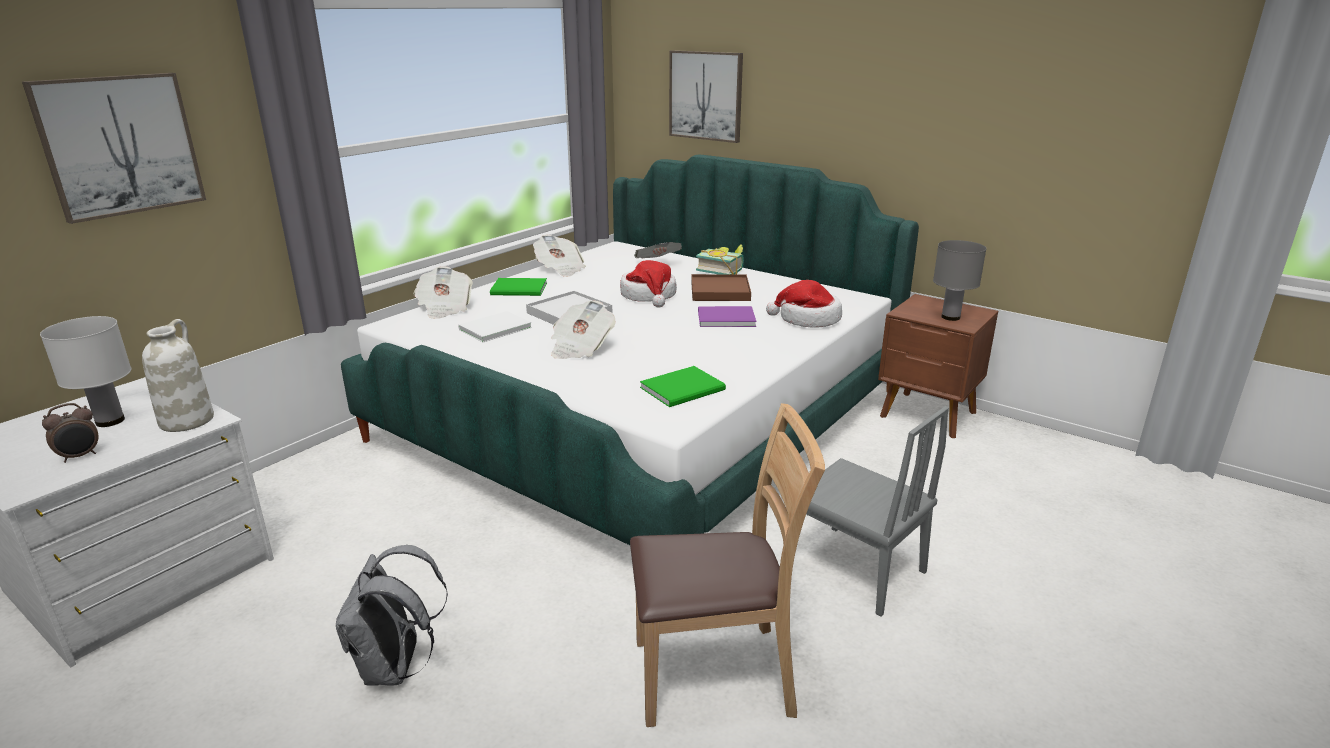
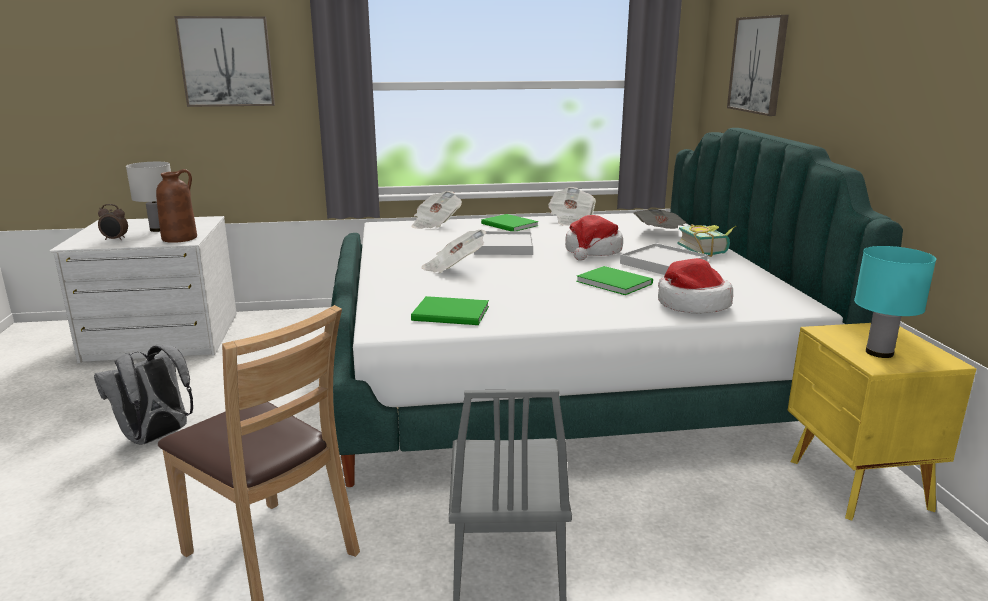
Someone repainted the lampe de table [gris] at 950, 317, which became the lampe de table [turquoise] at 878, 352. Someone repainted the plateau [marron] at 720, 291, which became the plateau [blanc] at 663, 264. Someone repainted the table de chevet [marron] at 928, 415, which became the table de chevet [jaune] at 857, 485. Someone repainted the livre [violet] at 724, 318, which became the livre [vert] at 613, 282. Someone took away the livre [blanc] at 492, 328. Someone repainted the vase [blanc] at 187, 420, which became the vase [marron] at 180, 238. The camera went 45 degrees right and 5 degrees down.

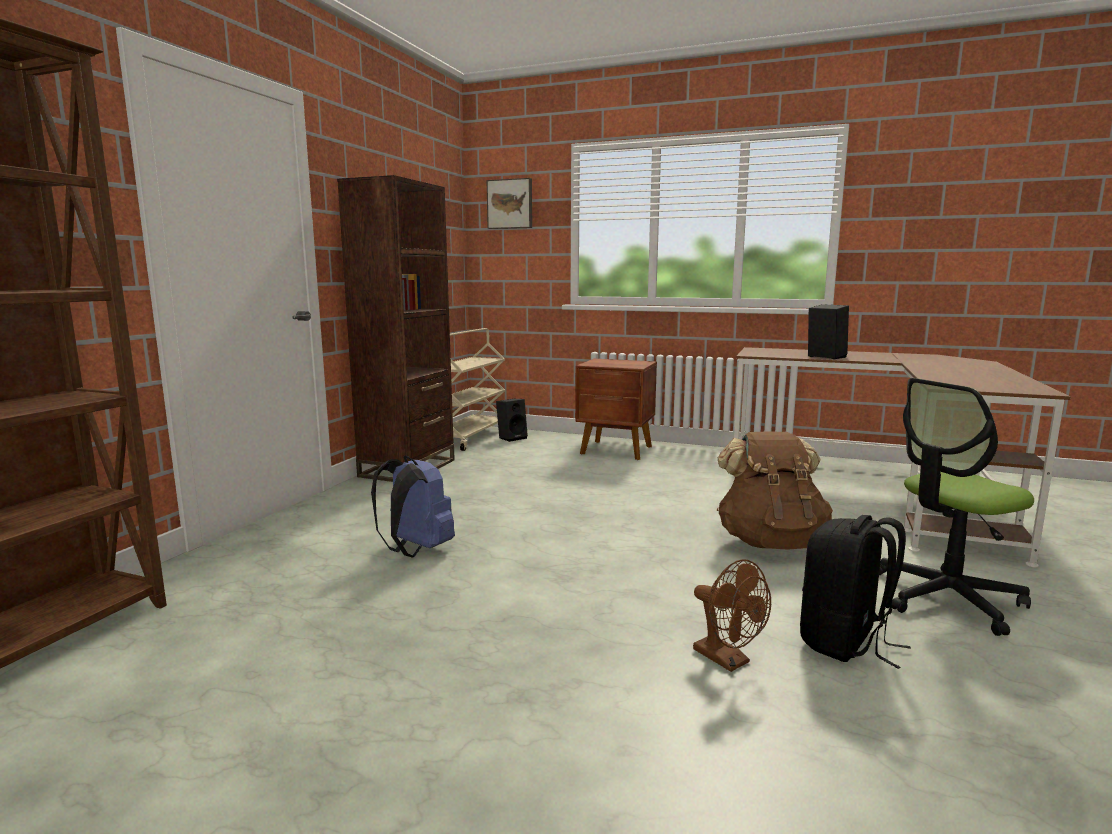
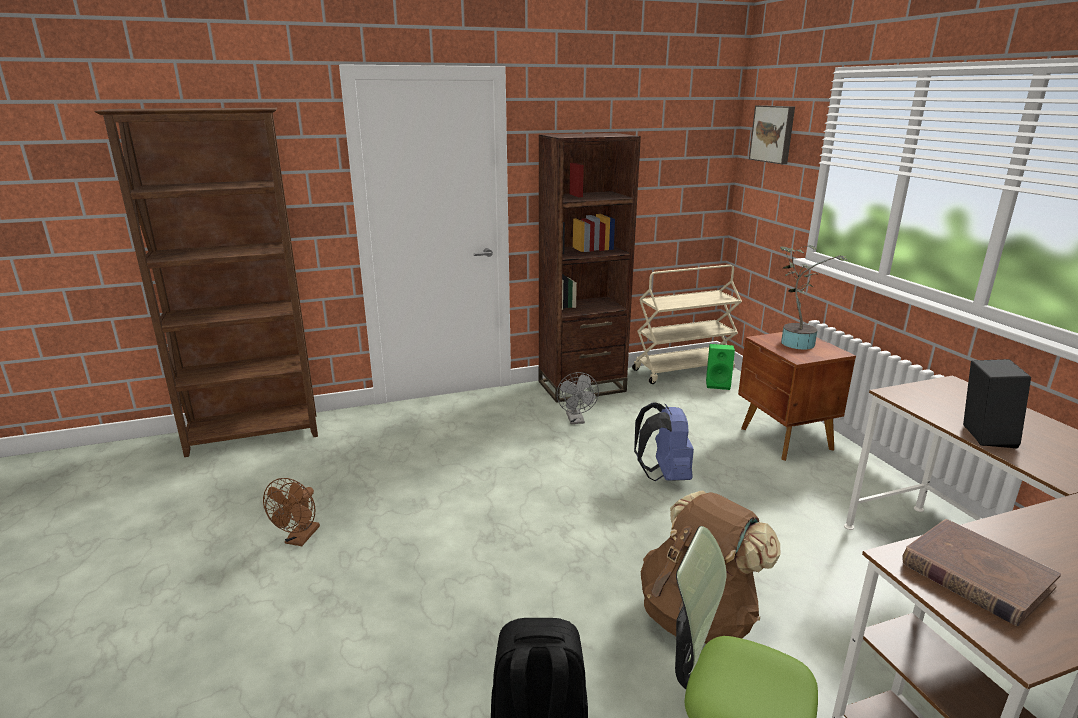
Someone repainted the enceinte [noir] at 512, 438, which became the enceinte [vert] at 718, 384. Someone carried the sac à dos [bleu] from 415, 550 to 664, 475. Someone carried the ventilateur [marron] from 728, 660 to 300, 539. Someone put down the plante en pot at 795, 342. Someone put down the ventilateur [gris] at 576, 420. Someone put down the livre [marron] at 975, 575. The camera went 50 degrees right and 10 degrees up.

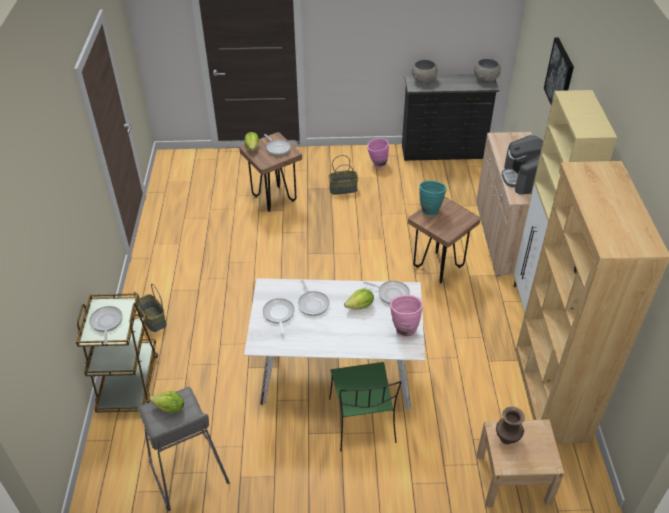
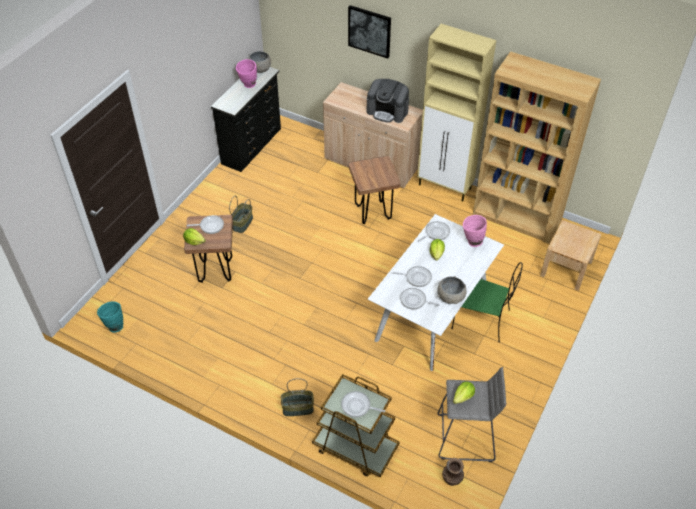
Someone carried the bol [gris] from 423, 80 to 450, 297. Someone carried the vase [rose] from 377, 165 to 248, 86. Someone carried the vase [turquoise] from 430, 210 to 114, 326. Someone carried the vase [marron] from 507, 439 to 452, 480. The camera went 60 degrees left and 5 degrees up.

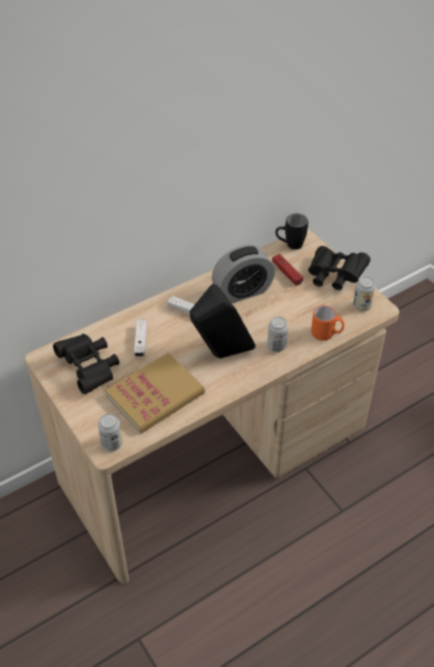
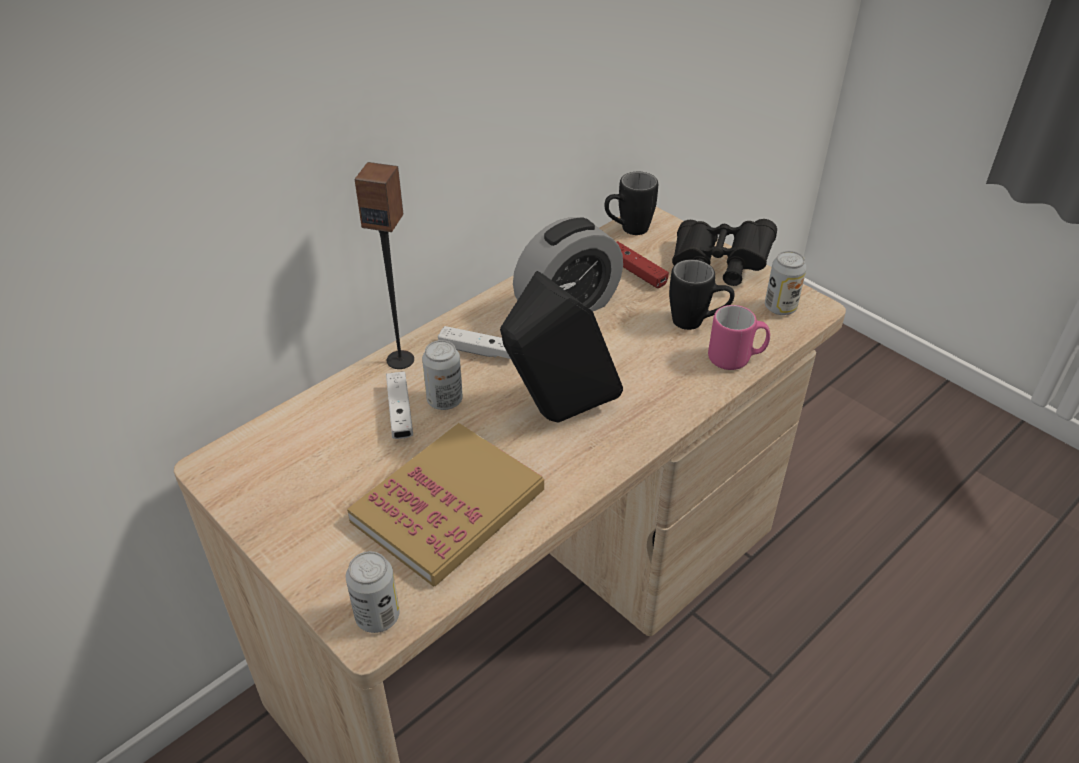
Someone repainted the mug [orange] at 326, 334, which became the mug [rose] at 736, 359. Someone carried the boîte métallique from 276, 346 to 444, 400. Someone took away the jumelles [noir] at 90, 369. Someone put down the enceinte at 400, 359. Someone put down the mug [noir] at 697, 323. The camera went 10 degrees left and 5 degrees down.

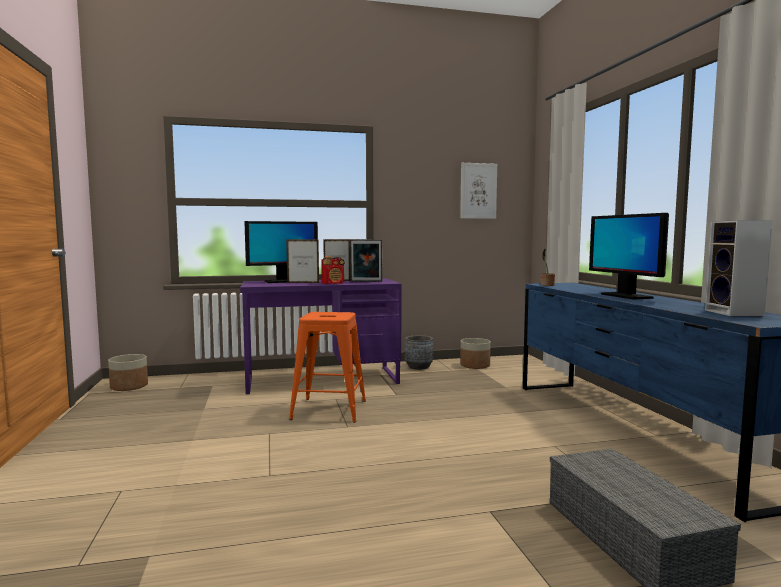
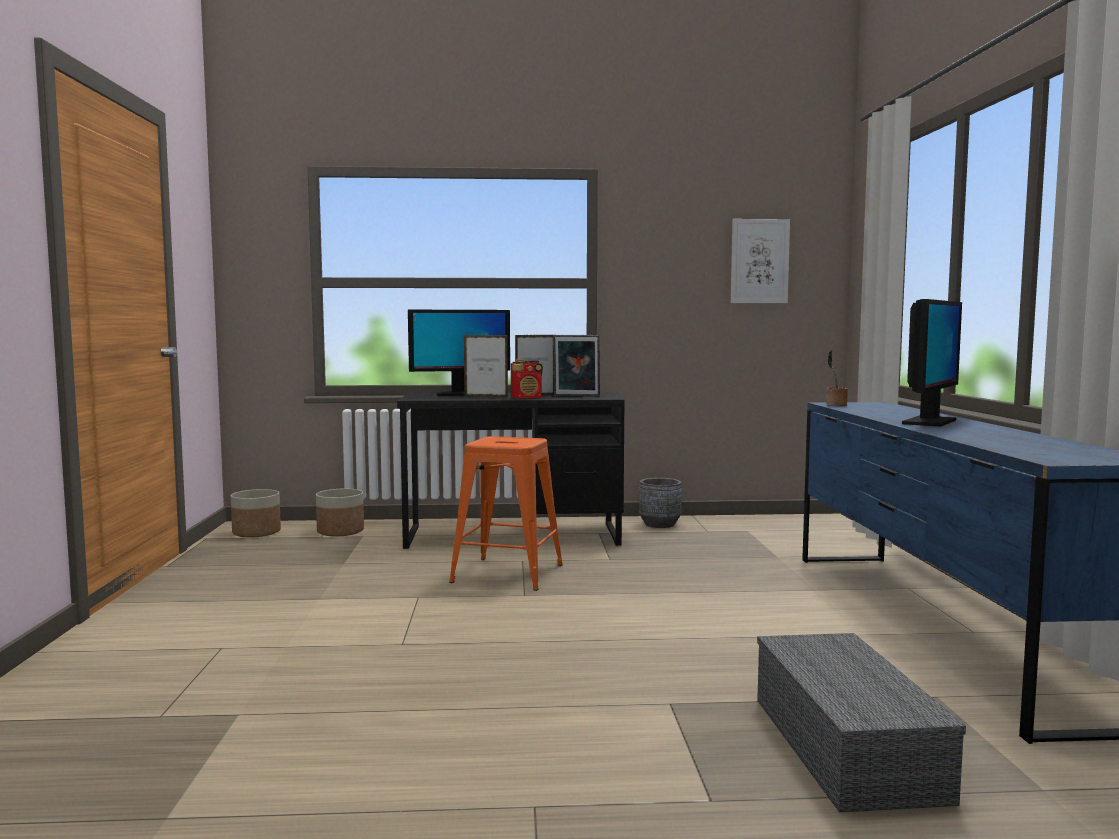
Someone rotated the écran d'ordinateur at 625, 296 by 135 degrees counterclockwise. Someone took away the enceinte at 736, 313. Someone repainted the bureau [violet] at 322, 380, which became the bureau [noir] at 513, 535. Someone carried the cache-pot from 475, 365 to 341, 531. The camera went 10 degrees right and 0 degrees up.

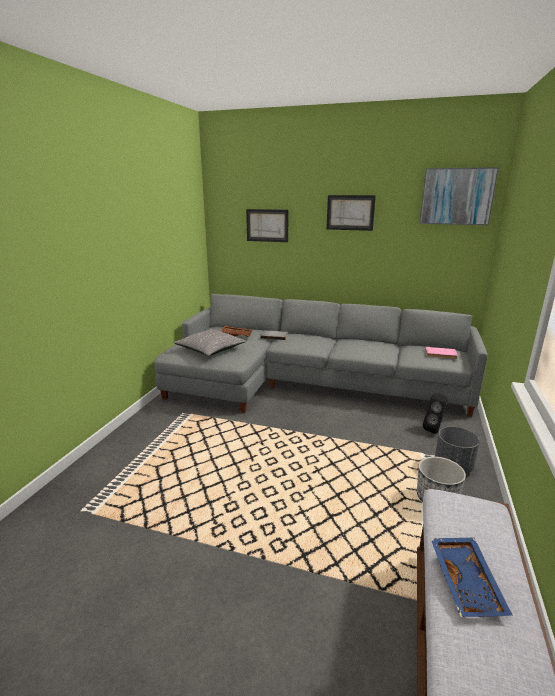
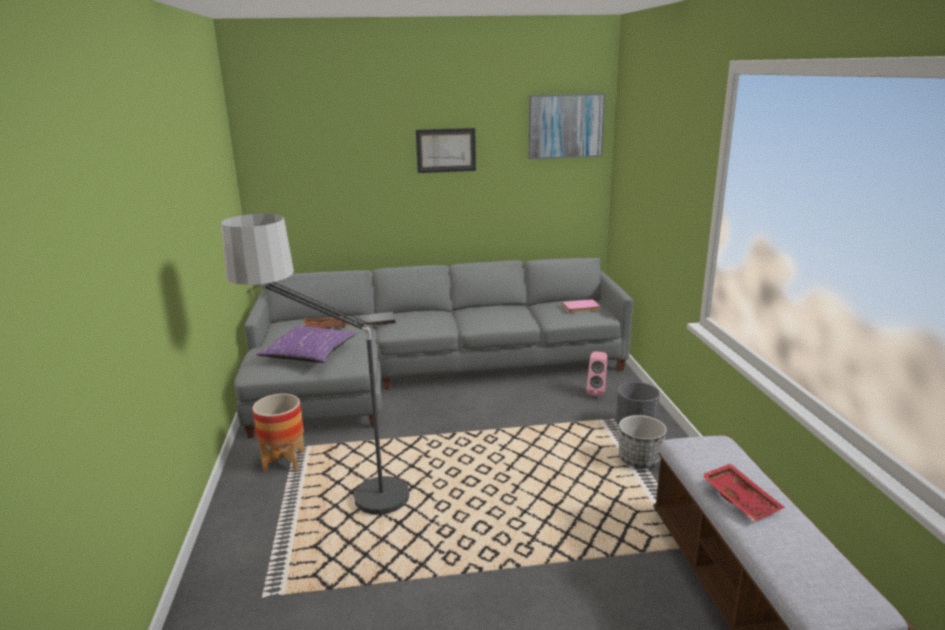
Someone took away the tableau at 267, 225. Someone repainted the coussin [gris] at 210, 349, which became the coussin [violet] at 309, 353. Someone repainted the enceinte [noir] at 434, 429, which became the enceinte [rose] at 597, 392. Someone repainted the plateau [bleu] at 467, 582, which became the plateau [rouge] at 741, 499. Someone put down the lampadaire at 337, 499. Someone put down the cache-pot at 284, 461. The camera went 25 degrees left and 0 degrees up.

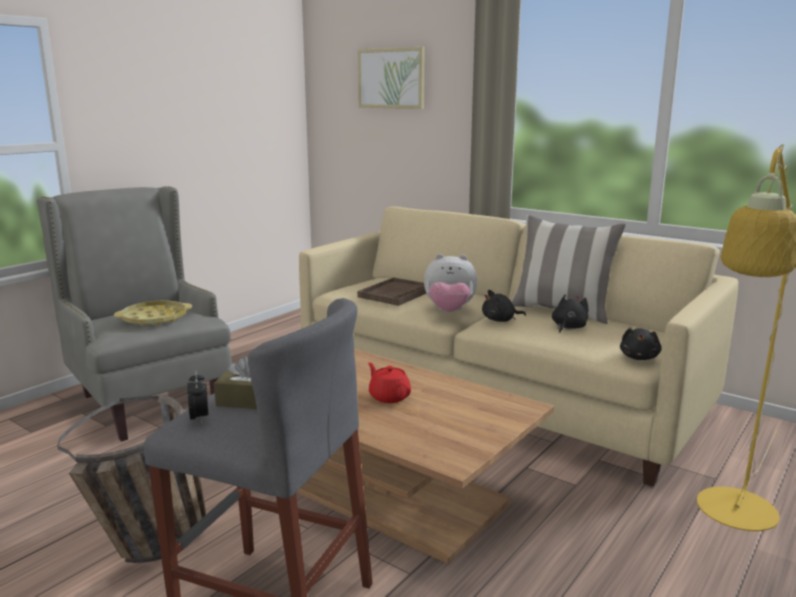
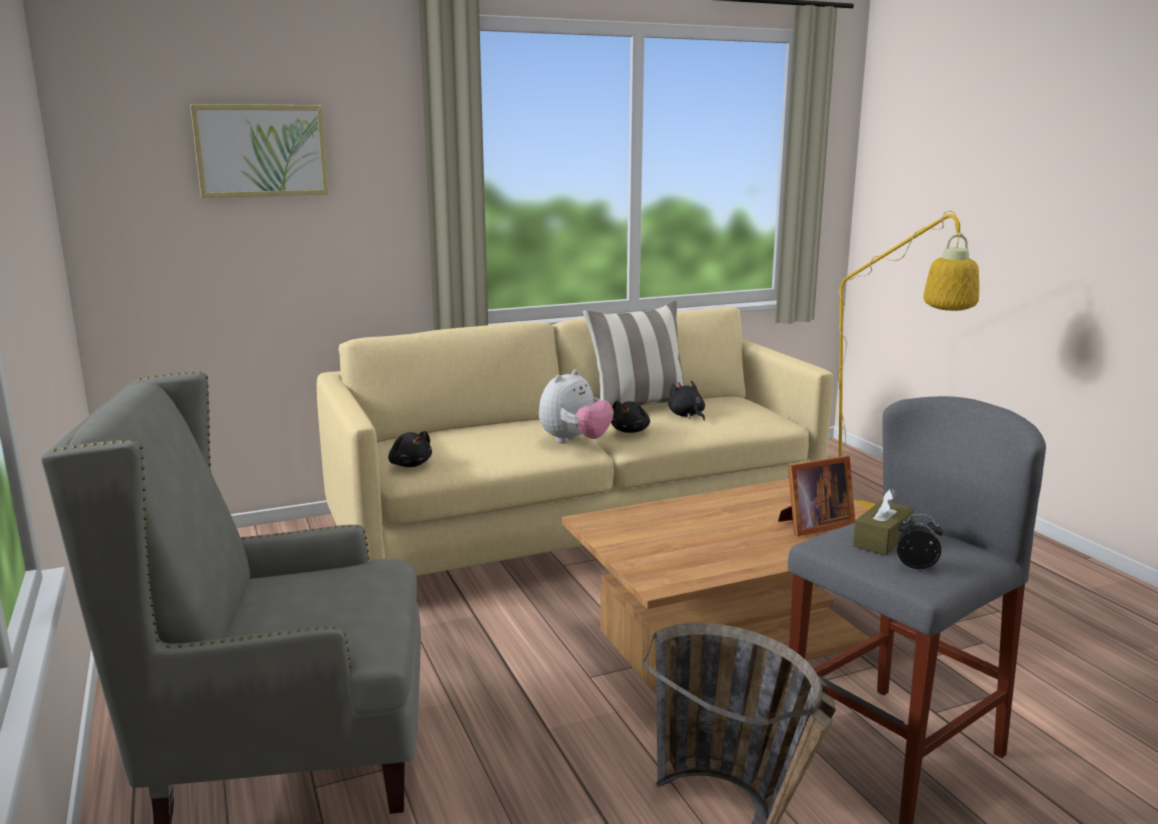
Someone took away the plateau [marron] at 395, 293. Someone took away the plateau [jaune] at 154, 318. Someone carried the peluche [noir] from 639, 357 to 410, 464. Someone took away the théière [rouge] at 389, 396. Someone put down the cadre photo at 813, 525. The camera went 60 degrees left and 0 degrees up.

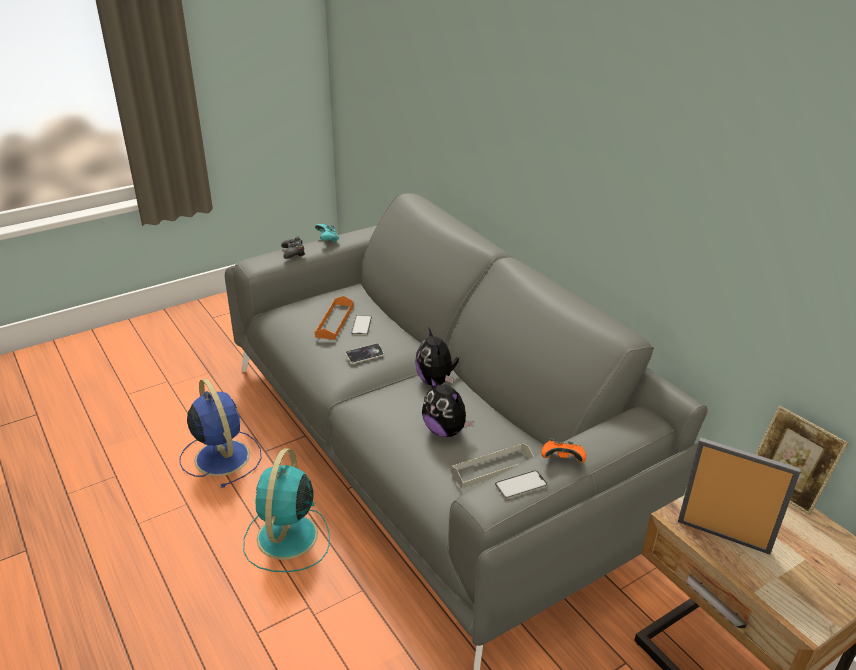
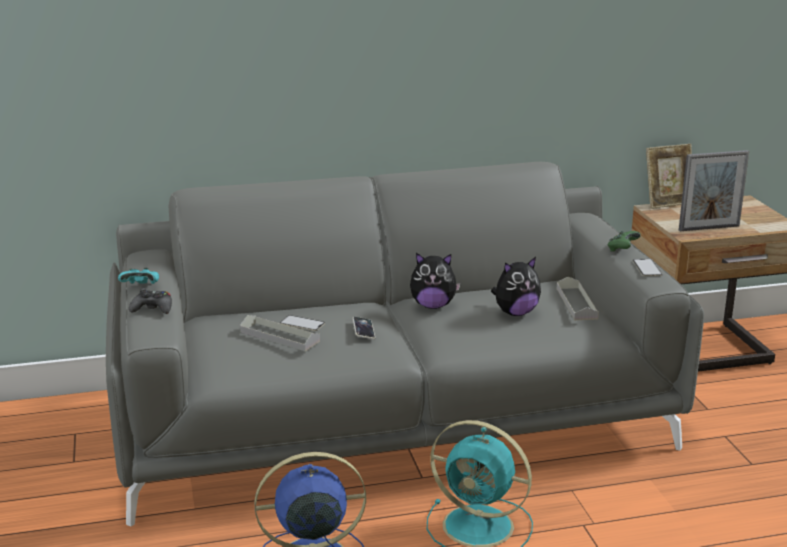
Someone repainted the plateau [orange] at 334, 321, which became the plateau [gris] at 279, 336. Someone rotated the cadre photo at 723, 536 by 150 degrees counterclockwise. Someone repainted the manette [orange] at 562, 459, which became the manette [vert] at 622, 249. The camera went 70 degrees left and 10 degrees down.

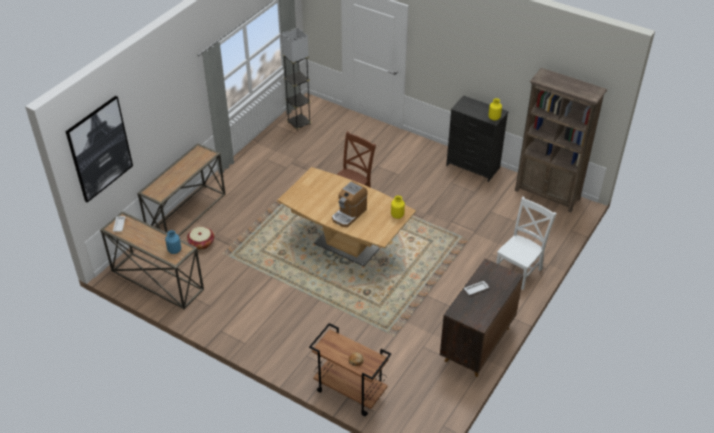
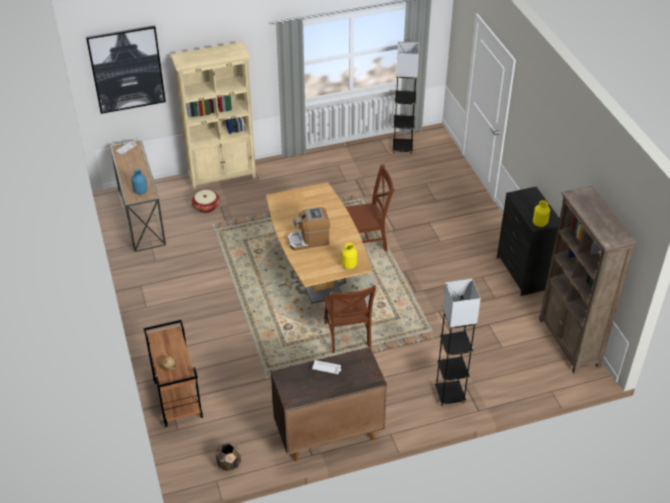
Someone swapped the table console at 186, 213 for the bibliothèque [beige] at 222, 176. Someone swapped the chaise [blanc] at 519, 270 for the lampadaire [gris] at 449, 395. Someone put down the chaise [marron] at 347, 336. Someone put down the cache-pot [marron] at 228, 463. The camera went 40 degrees right and 0 degrees up.

